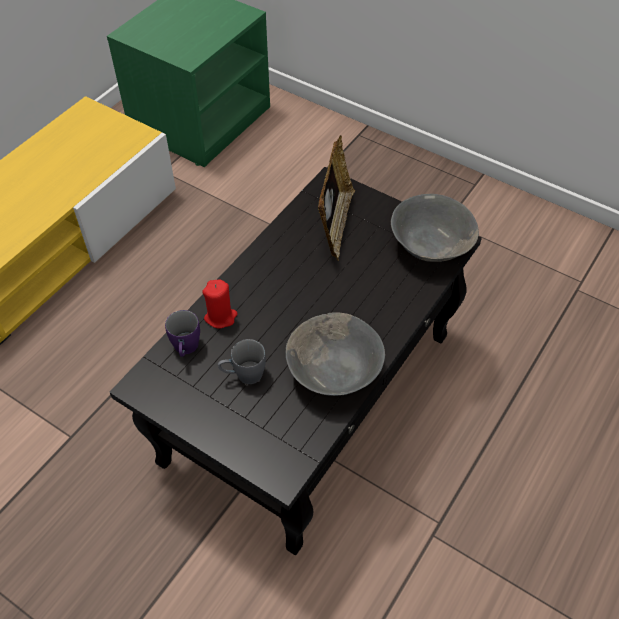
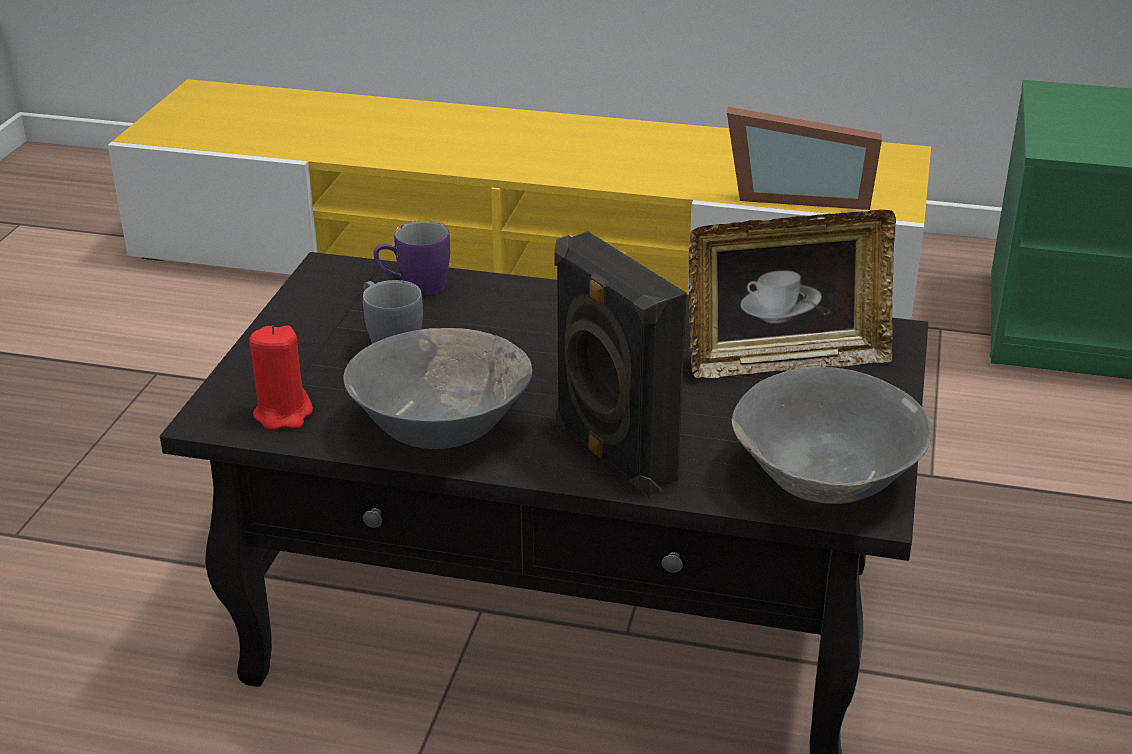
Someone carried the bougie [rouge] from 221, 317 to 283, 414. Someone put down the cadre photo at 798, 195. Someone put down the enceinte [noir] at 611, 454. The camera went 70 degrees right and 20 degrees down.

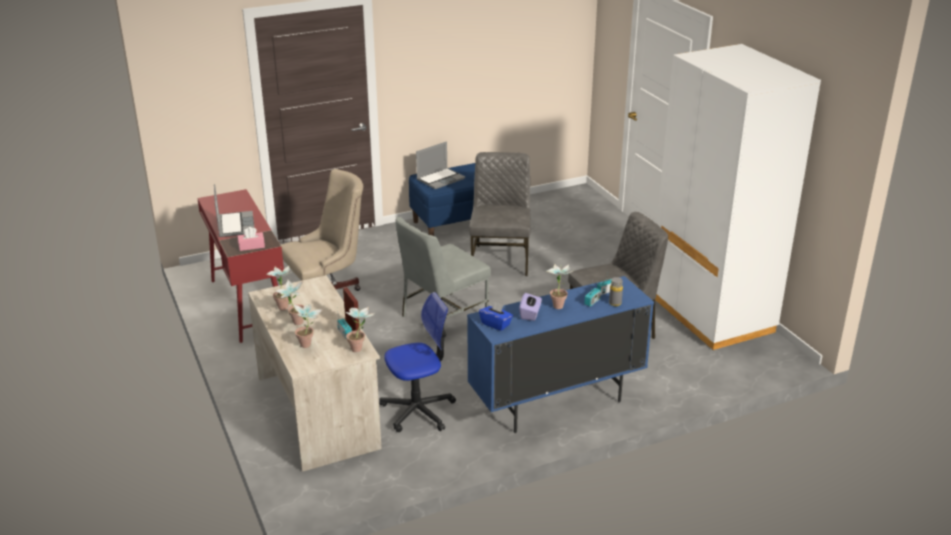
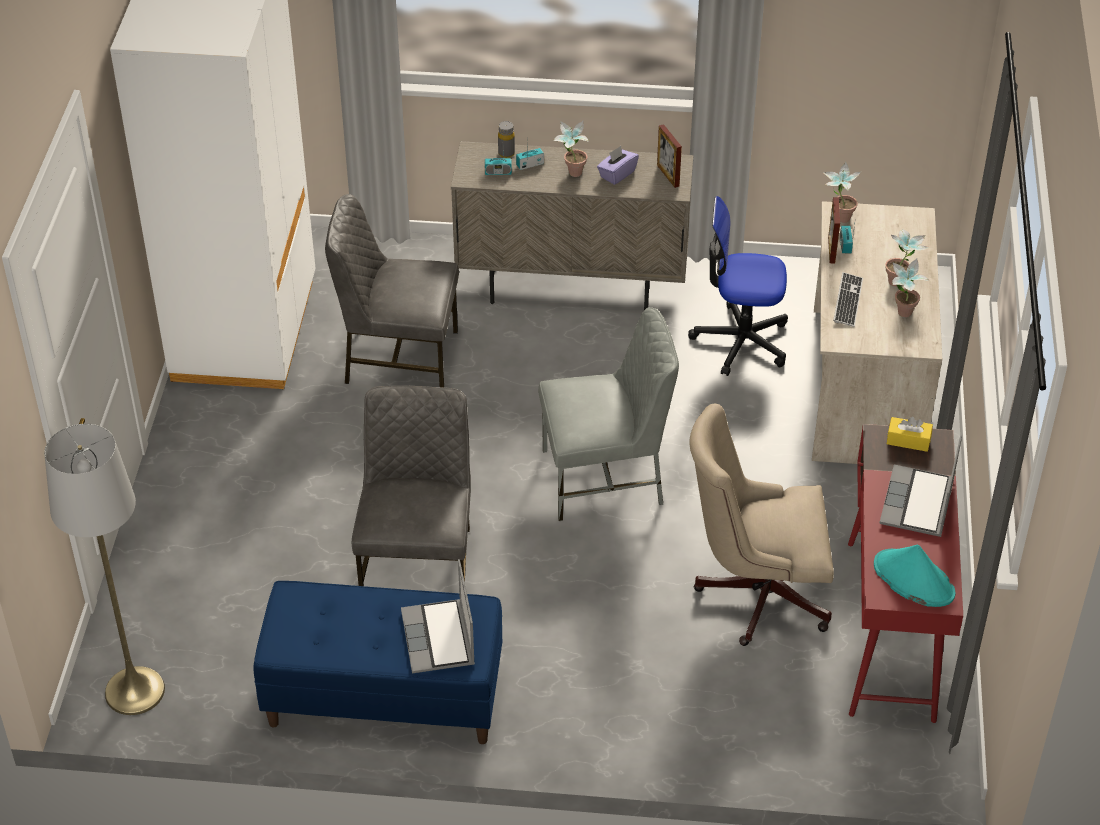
Someone rotated the ordinateur portable at 440, 179 by 90 degrees counterclockwise. Someone rotated the chaise [gris] at 500, 259 by 150 degrees clockwise. Someone repainted the boîte à mouchoirs [rose] at 251, 246, which became the boîte à mouchoirs [jaune] at 908, 440. Someone repainted the meuble de rangement [bleu] at 556, 404, which became the meuble de rangement [beige] at 572, 288. Someone swapped the boîte à mouchoirs [bleu] at 496, 324 for the cadre photo at 668, 175. Someone took away the plante en pot at 309, 345. Someone put down the clavier at 848, 301. Someone put down the lampadaire [gris] at 135, 691. Someone put down the chapeau [turquoise] at 913, 579. The camera went 150 degrees left and 15 degrees up.

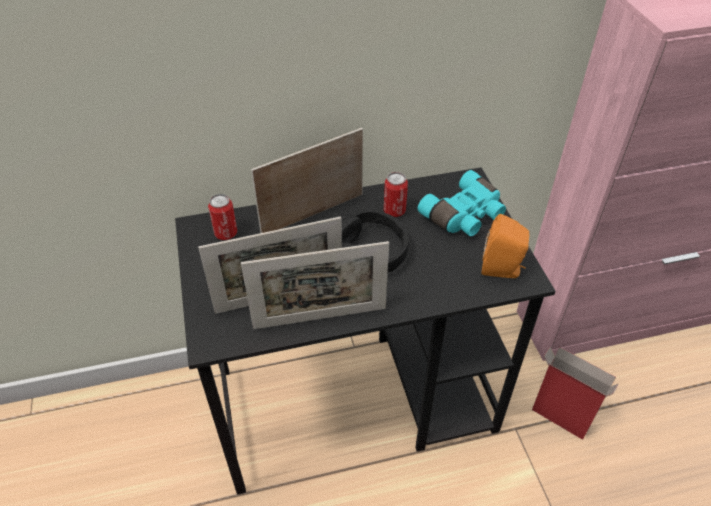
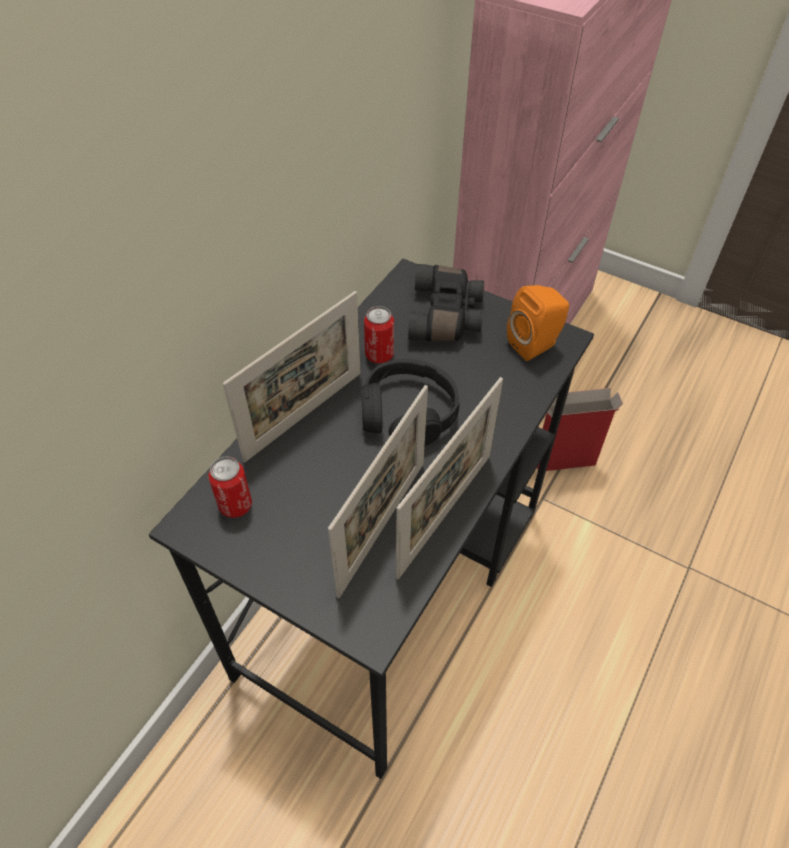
Someone rotated the cadre photo at 313, 214 by 150 degrees counterclockwise. Someone repainted the jumelles [turquoise] at 465, 216, which became the jumelles [noir] at 447, 316. The camera went 45 degrees left and 5 degrees up.

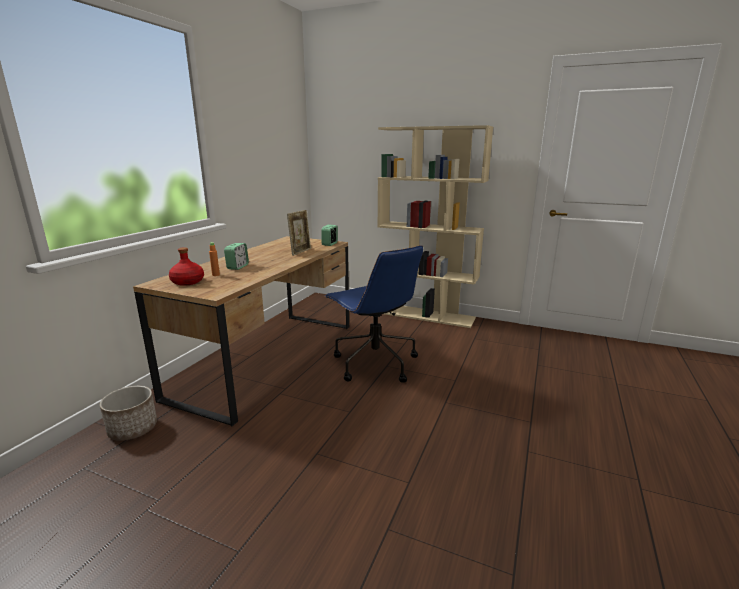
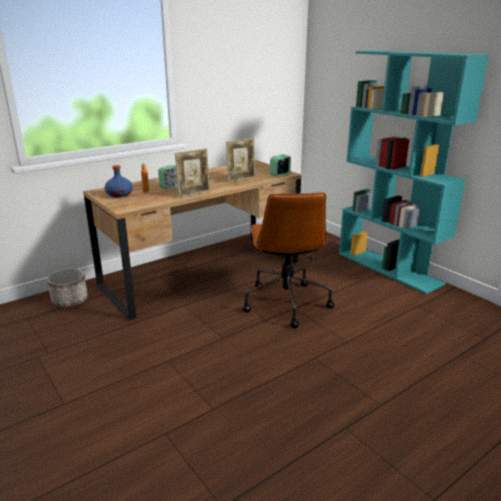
Someone repainted the bibliothèque [beige] at 426, 315, which became the bibliothèque [turquoise] at 389, 268. Someone repainted the chaise de bureau [bleu] at 374, 363, which became the chaise de bureau [marron] at 285, 302. Someone repainted the bouteille [rouge] at 187, 282, which became the bouteille [bleu] at 119, 194. Someone put down the cadre photo at 194, 193. The camera went 30 degrees right and 5 degrees up.

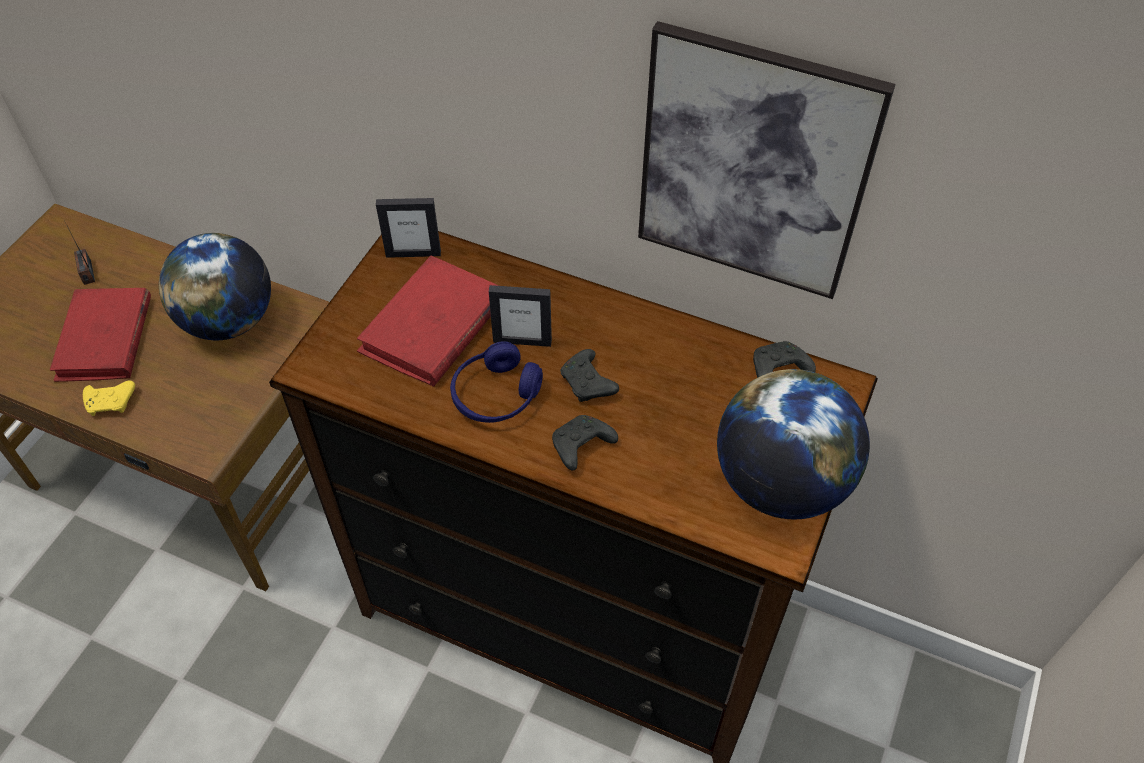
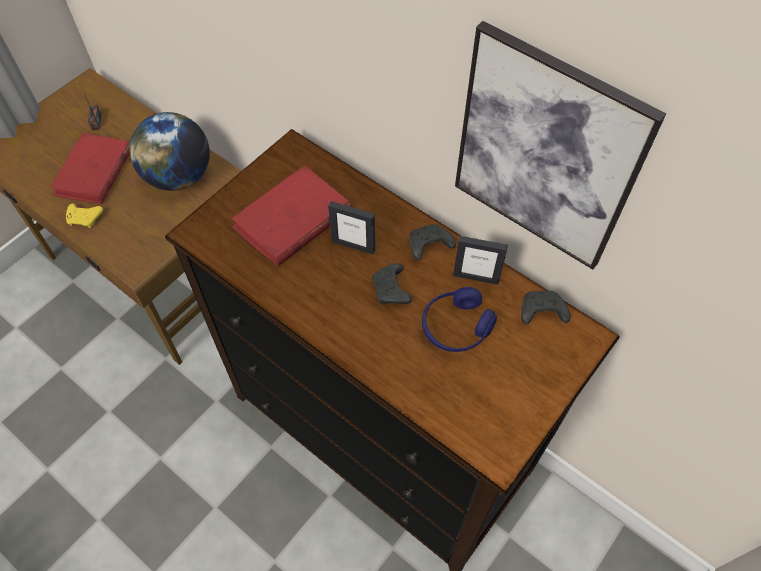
Someone carried the cadre photo from 413, 253 to 476, 277. Someone carried the casque audio [bleu] from 496, 395 to 456, 327. Someone took away the globe at 780, 483. Someone carried the manette [noir] from 580, 447 to 428, 246. The camera went 15 degrees right and 5 degrees up.

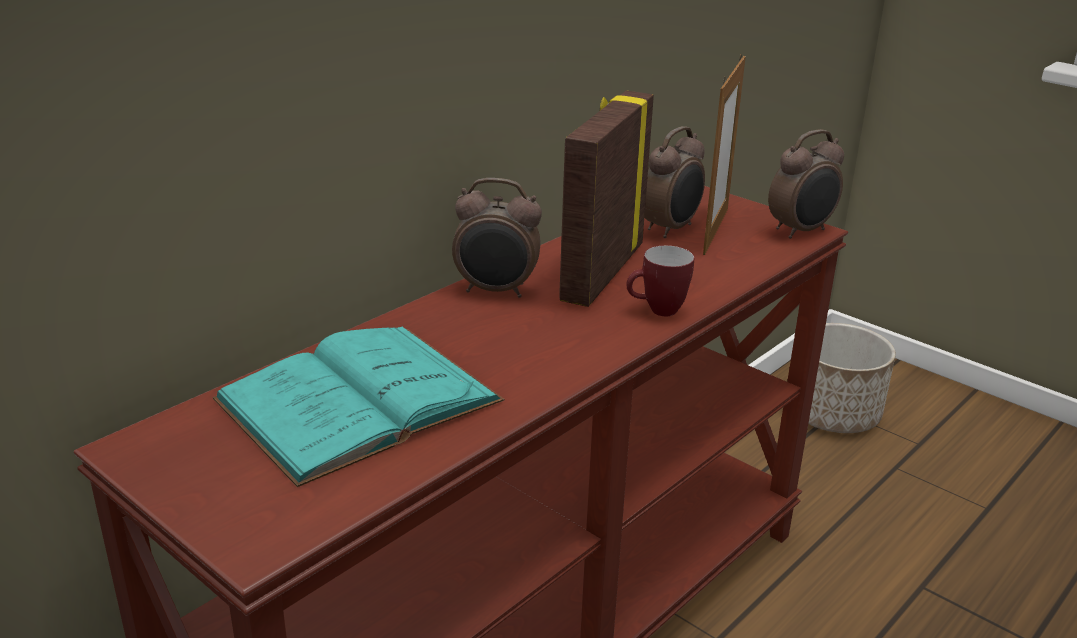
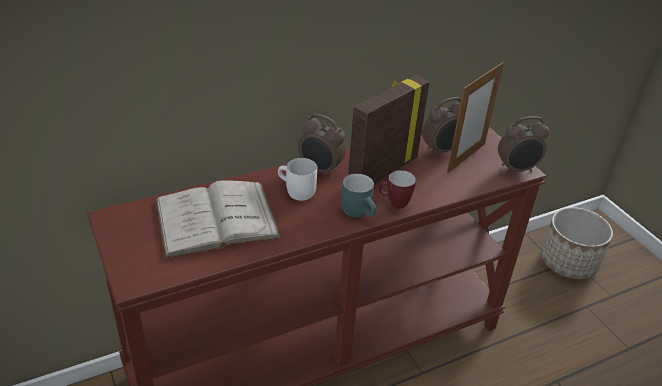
Someone repainted the livre [turquoise] at 359, 400, which became the livre [blanc] at 216, 219. Someone put down the mug [blanc] at 295, 192. Someone put down the mug [turquoise] at 360, 211. The camera went 20 degrees right and 10 degrees up.

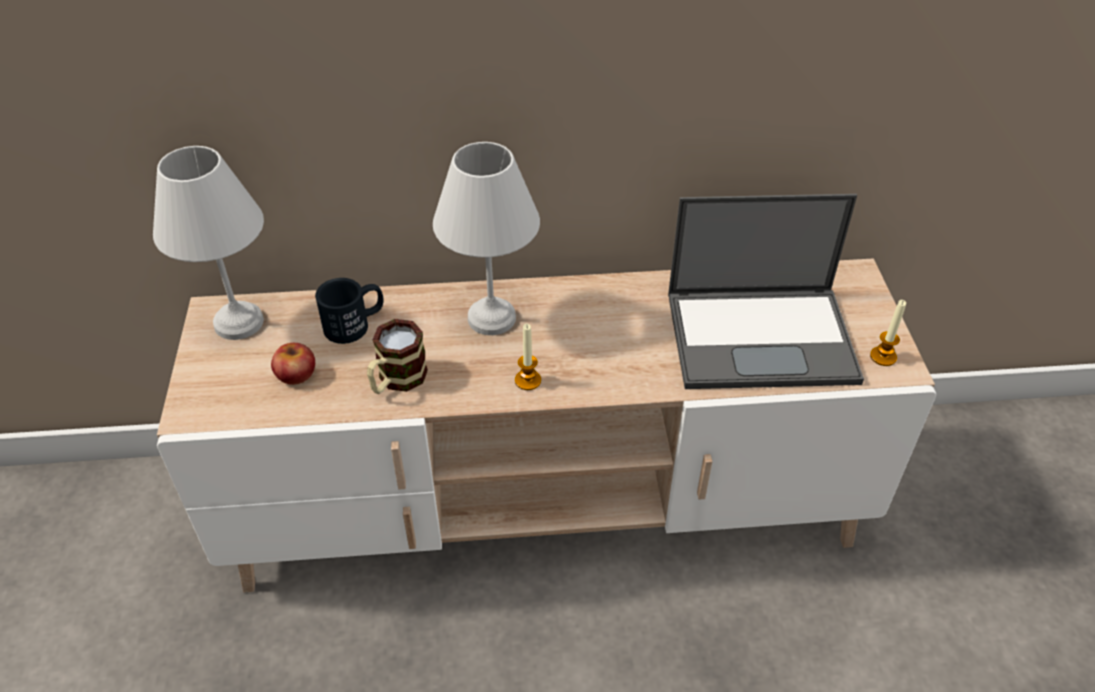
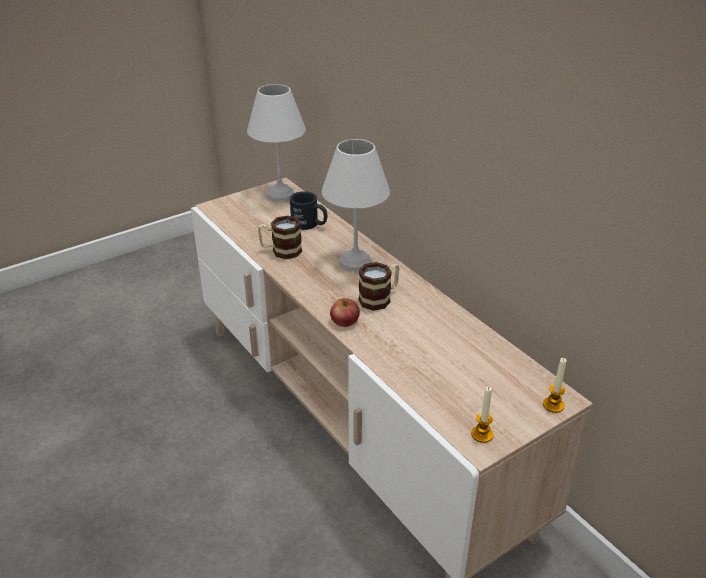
Someone took away the ordinateur portable at 762, 336. Someone carried the bougie from 528, 380 to 553, 405. Someone carried the pomme from 296, 374 to 344, 321. Someone put down the mug at 380, 298. The camera went 60 degrees right and 10 degrees down.

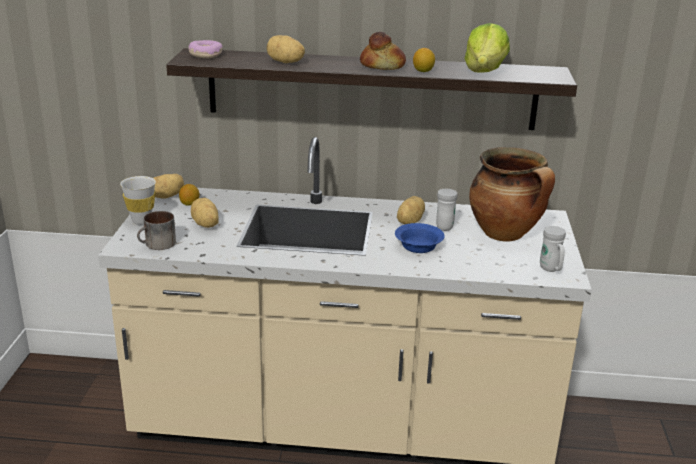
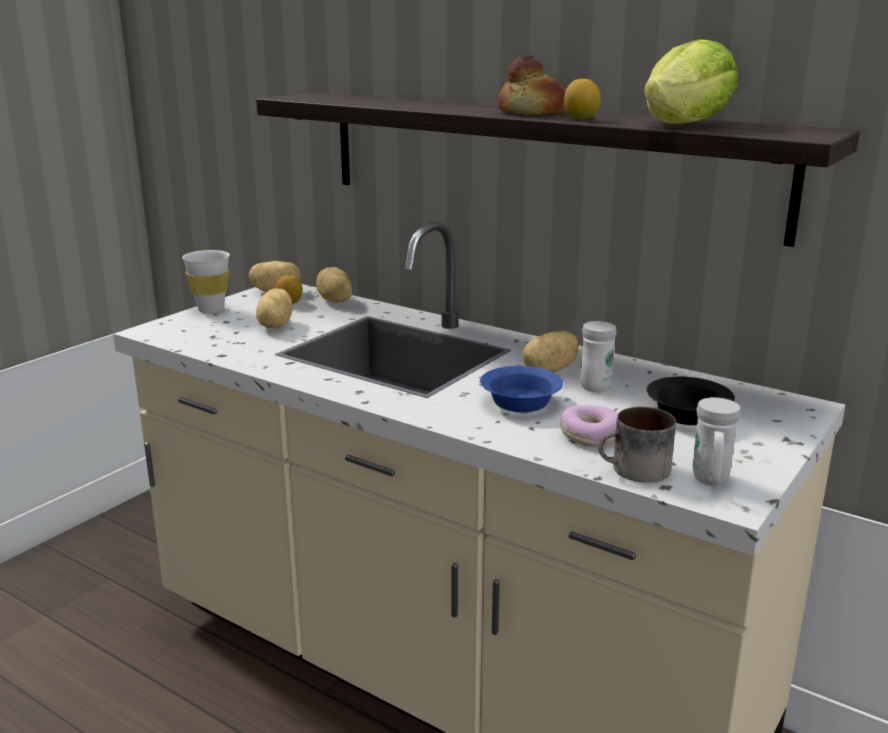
Someone carried the pomme de terre from 285, 62 to 334, 301. Someone carried the beignet from 205, 55 to 590, 435. Someone swapped the marmite at 506, 234 for the bol [noir] at 689, 415. Someone carried the mug from 157, 245 to 634, 471. The camera went 30 degrees right and 5 degrees down.

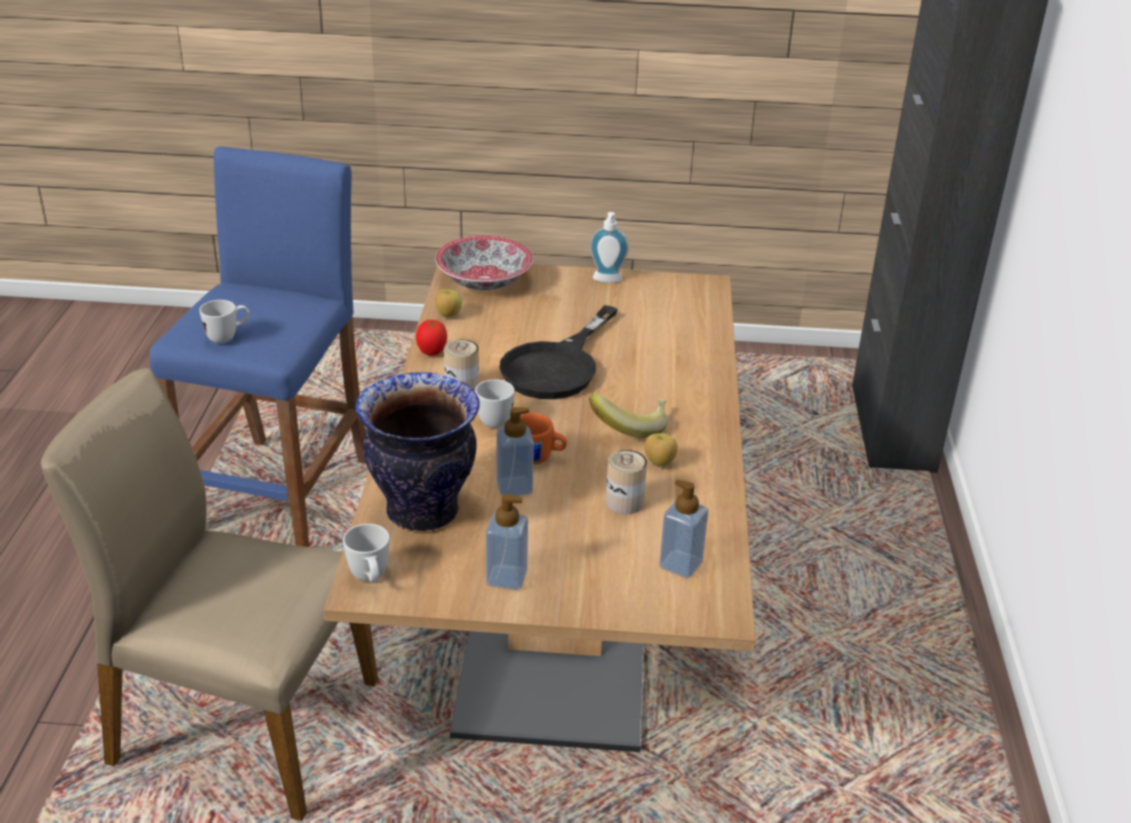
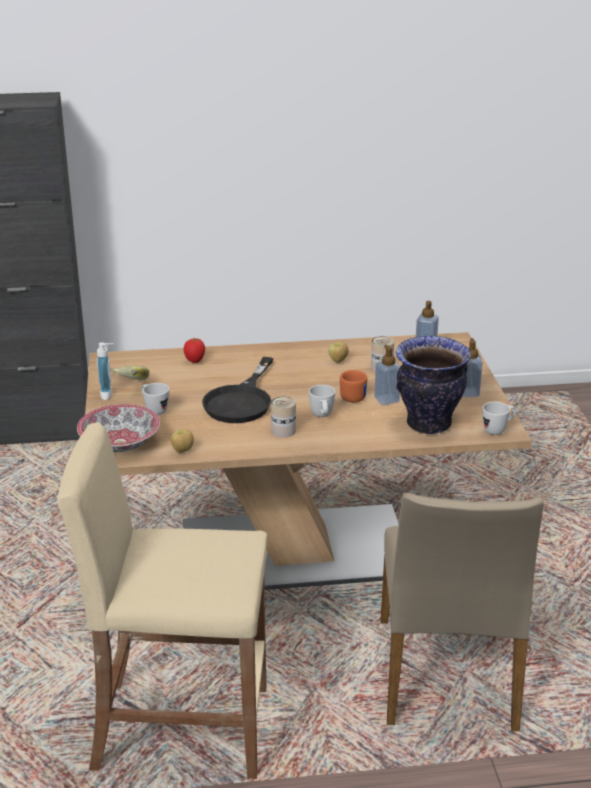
Someone repainted the tabouret [bleu] at 281, 496, which became the tabouret [beige] at 180, 727. Someone carried the mug [blanc] from 228, 337 to 154, 410. Someone rotated the poêle [noir] at 557, 366 by 90 degrees clockwise. Someone carried the tomate from 432, 353 to 195, 361. Someone carried the banane from 630, 427 to 126, 385. The camera went 100 degrees left and 5 degrees down.

